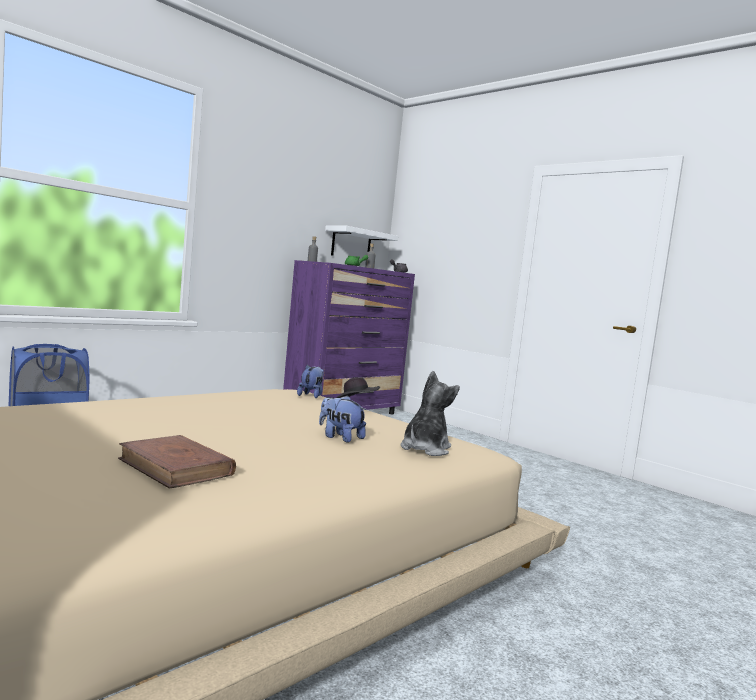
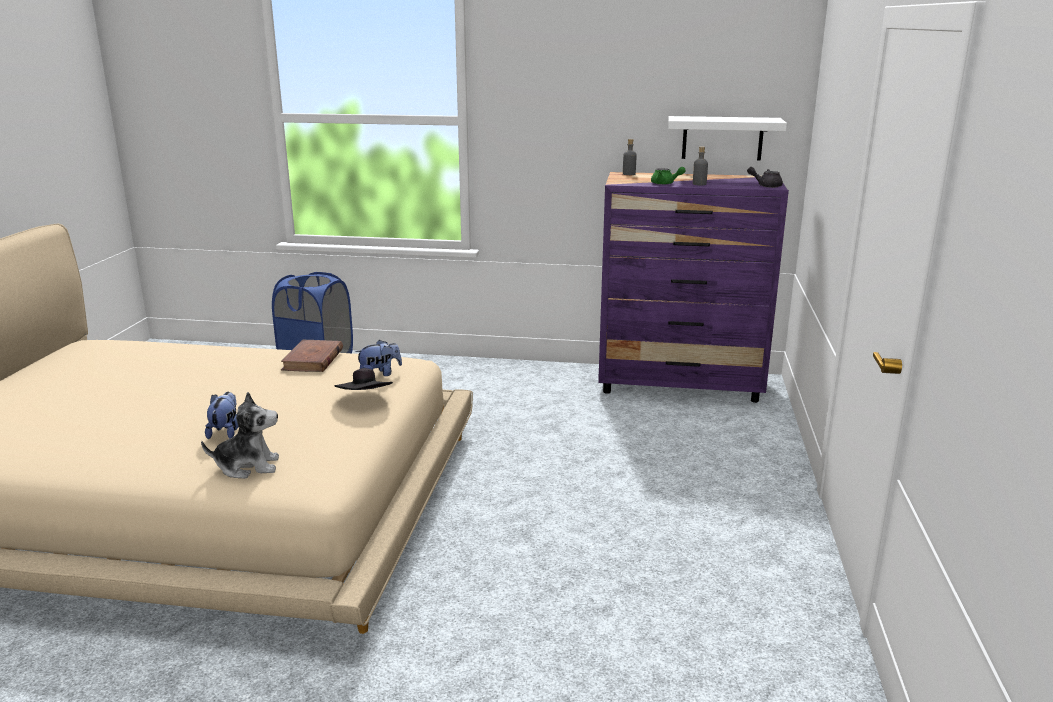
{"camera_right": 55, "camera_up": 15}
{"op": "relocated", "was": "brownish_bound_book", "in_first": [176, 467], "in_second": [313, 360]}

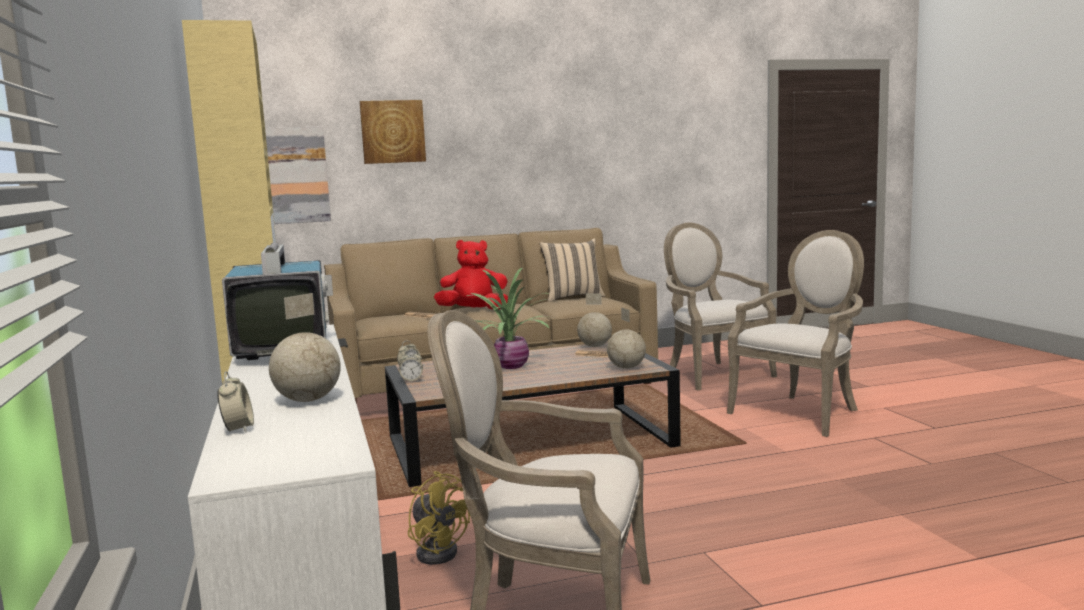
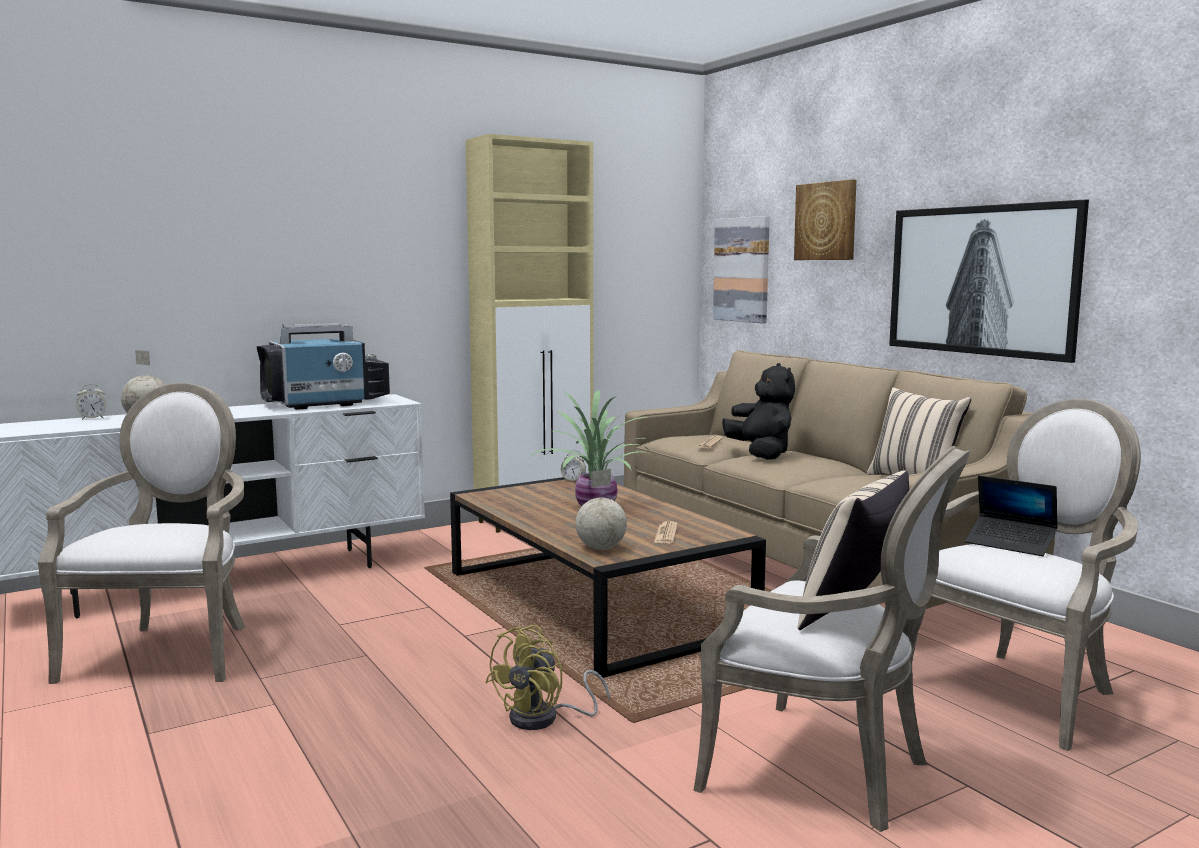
{"camera_right": 75, "camera_up": 0}
{"op": "colour", "was": "reddish_cuddly_toy", "now": "black_cuddly_toy", "in_first": [474, 310], "in_second": [761, 454]}
{"op": "missing", "was": "world_globe", "in_first": [595, 346]}
{"op": "missing", "was": "bedside_clock", "in_first": [412, 380]}
{"op": "relocated", "was": "yellow_electric_fan", "in_first": [439, 551], "in_second": [544, 719]}
{"op": "appeared", "now": "wall_picture", "in_second": [980, 280]}
{"op": "appeared", "now": "beige-coloured_throw_pillow", "in_second": [854, 613]}
{"op": "appeared", "now": "notebook_computer", "in_second": [1010, 544]}

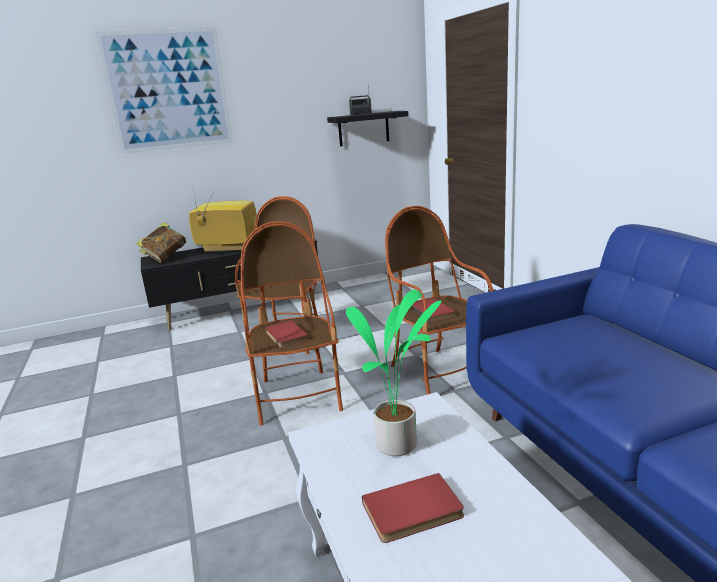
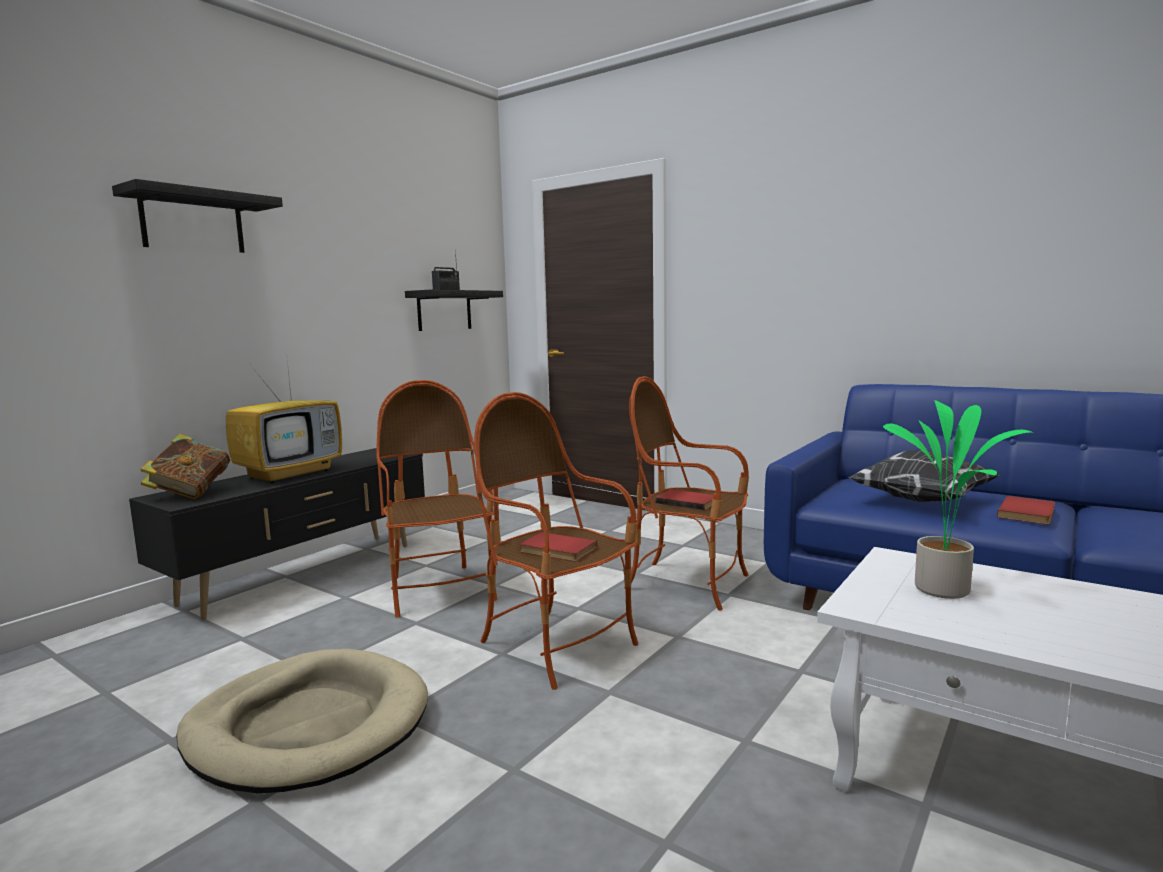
{"camera_right": -35, "camera_up": -10}
{"op": "exchanged", "was": "wall_picture", "now": "black_bracket_shelf", "in_first": [168, 90], "in_second": [193, 222]}
{"op": "spun", "was": "TV_set", "in_first": [227, 249], "in_second": [291, 474], "clockwise": 150}
{"op": "relocated", "was": "reddish_bound_book", "in_first": [414, 512], "in_second": [1029, 513]}
{"op": "appeared", "now": "throw_pillow", "in_second": [919, 501]}
{"op": "appeared", "now": "beige-coloured_dog_cushion", "in_second": [308, 726]}

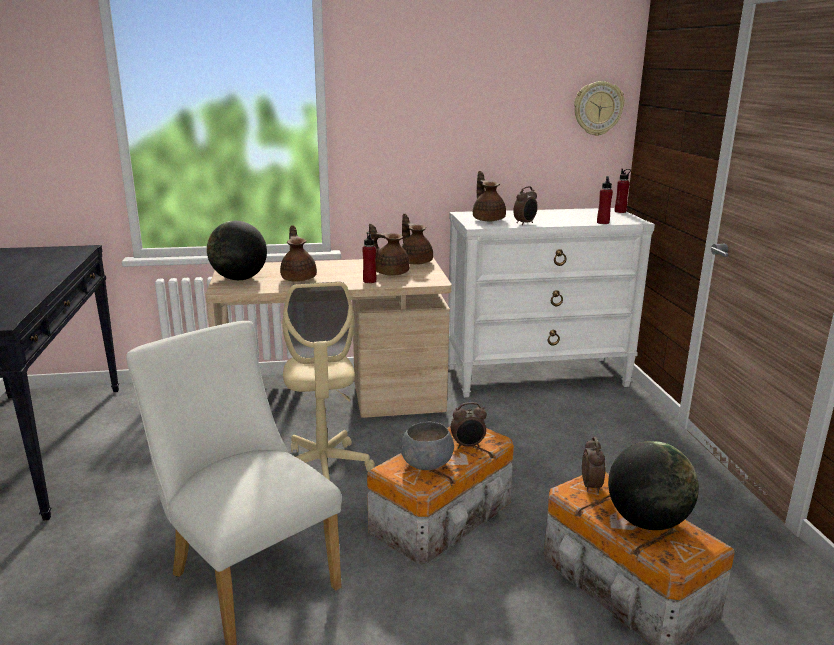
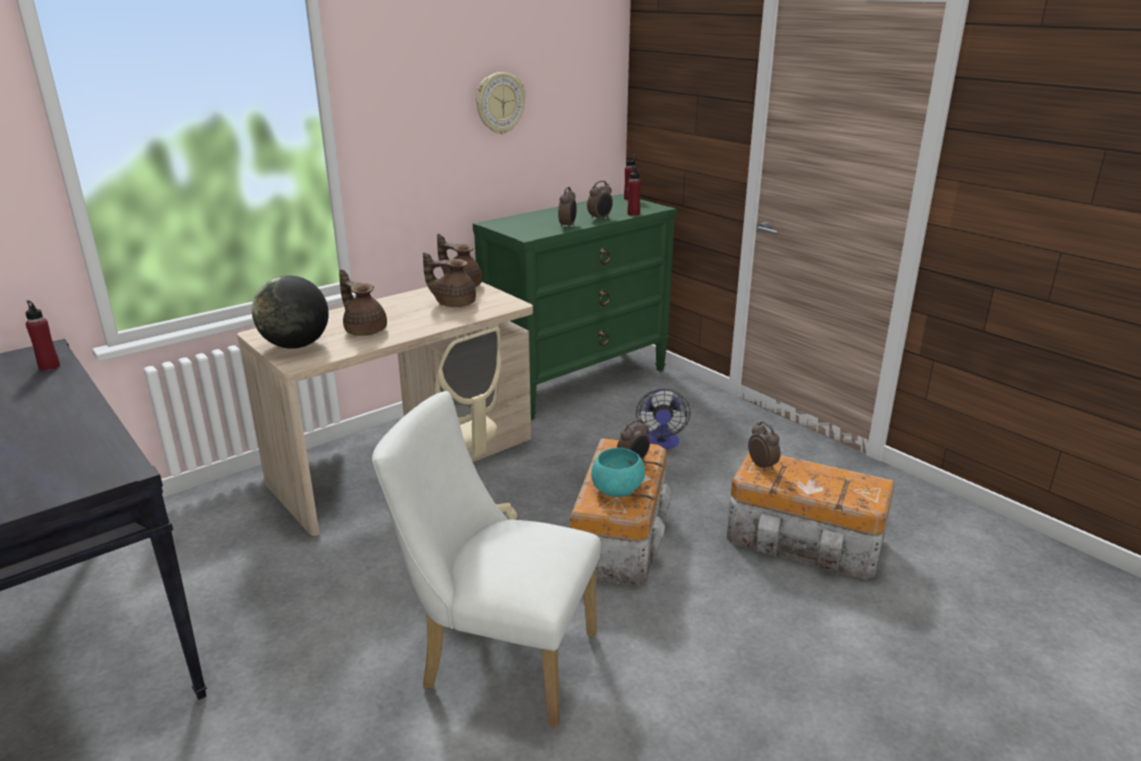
{"camera_right": -30, "camera_up": 5}
{"op": "relocated", "was": "hanging_clock", "in_first": [597, 108], "in_second": [499, 103]}
{"op": "missing", "was": "brownish_tea_pot", "in_first": [488, 219]}
{"op": "colour", "was": "white-coloured_dresser", "now": "green_dresser", "in_first": [537, 376], "in_second": [577, 380]}
{"op": "relocated", "was": "reddish_bottle", "in_first": [369, 281], "in_second": [49, 367]}
{"op": "colour", "was": "gray_serving_bowl", "now": "turquoise_serving_bowl", "in_first": [426, 463], "in_second": [616, 490]}
{"op": "missing", "was": "world_globe", "in_first": [647, 521]}
{"op": "appeared", "now": "bedside_clock", "in_second": [600, 219]}
{"op": "appeared", "now": "electric_fan", "in_second": [660, 444]}

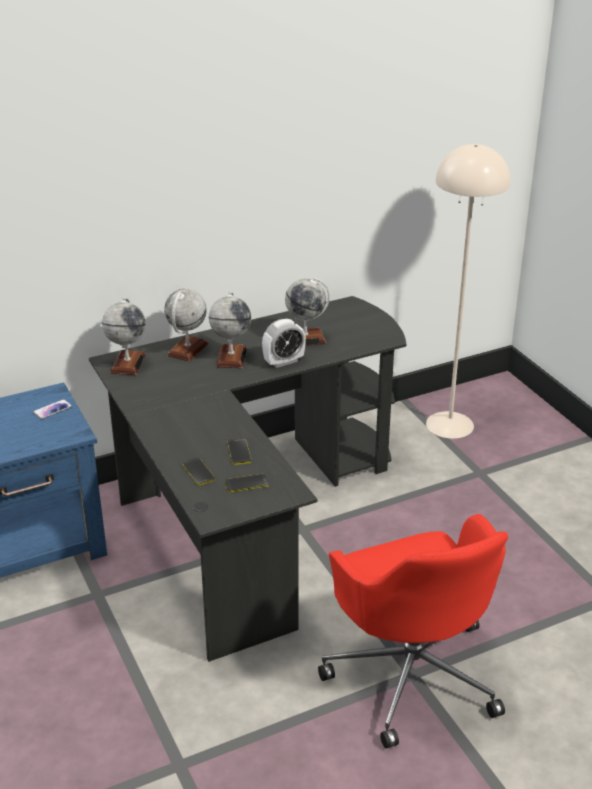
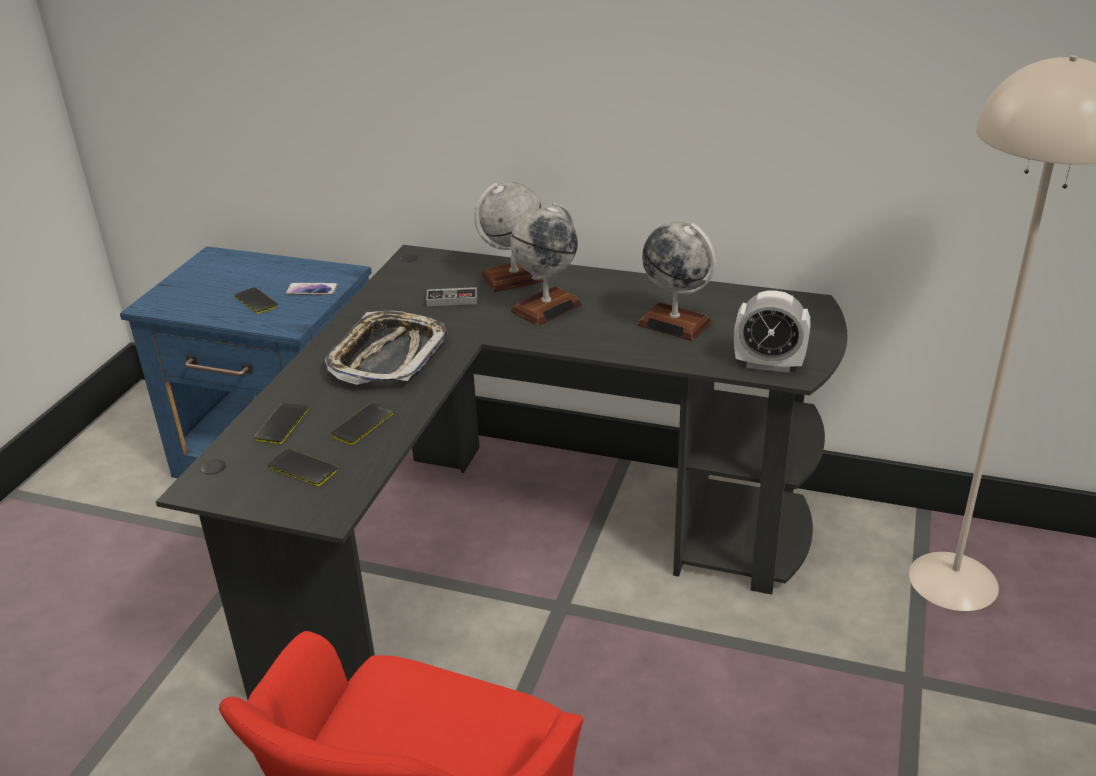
{"camera_right": 45, "camera_up": 0}
{"op": "missing", "was": "world_globe", "in_first": [127, 364]}
{"op": "relocated", "was": "bedside_clock", "in_first": [284, 362], "in_second": [768, 364]}
{"op": "appeared", "now": "handset", "in_second": [256, 301]}
{"op": "appeared", "now": "gamepad", "in_second": [452, 300]}
{"op": "appeared", "now": "carrying_tray", "in_second": [387, 356]}

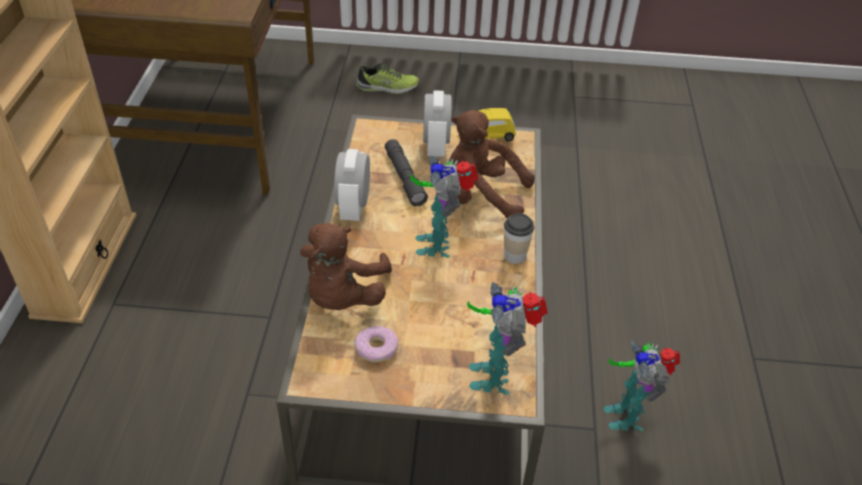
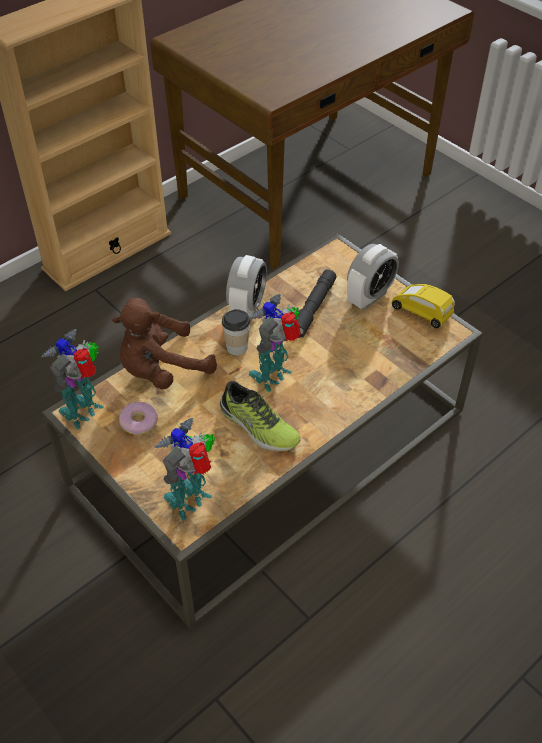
{"camera_right": 45, "camera_up": 5}
{"op": "relocated", "was": "item_of_footwear", "in_first": [387, 87], "in_second": [258, 427]}
{"op": "missing", "was": "brownish_cuddly_toy", "in_first": [481, 197]}
{"op": "spun", "was": "bedside_clock", "in_first": [353, 208], "in_second": [247, 309], "clockwise": 150}
{"op": "relocated", "was": "small_cup", "in_first": [515, 255], "in_second": [237, 347]}
{"op": "relocated", "was": "toy_robot", "in_first": [627, 414], "in_second": [85, 411]}

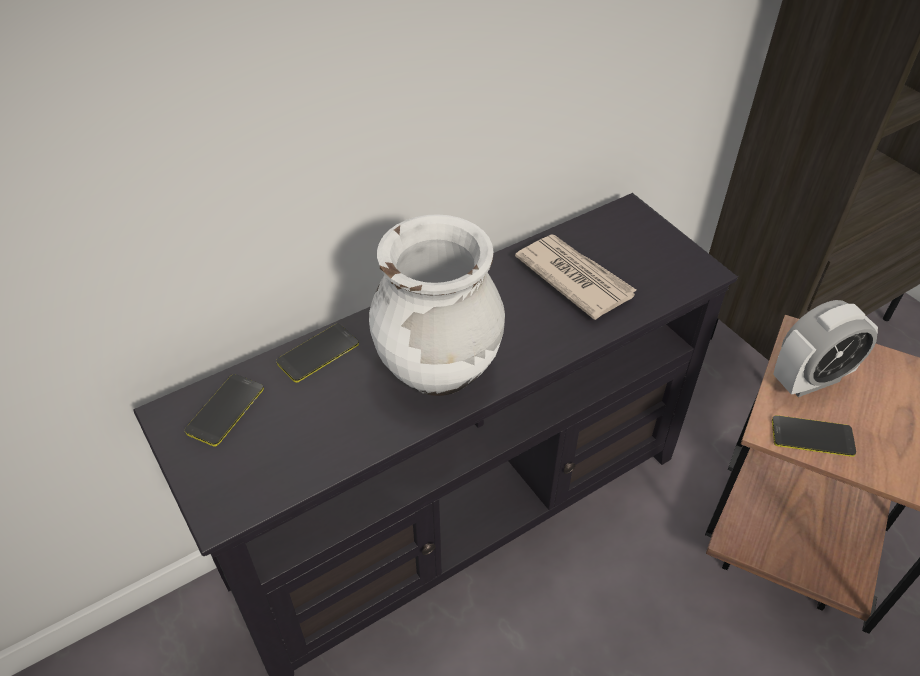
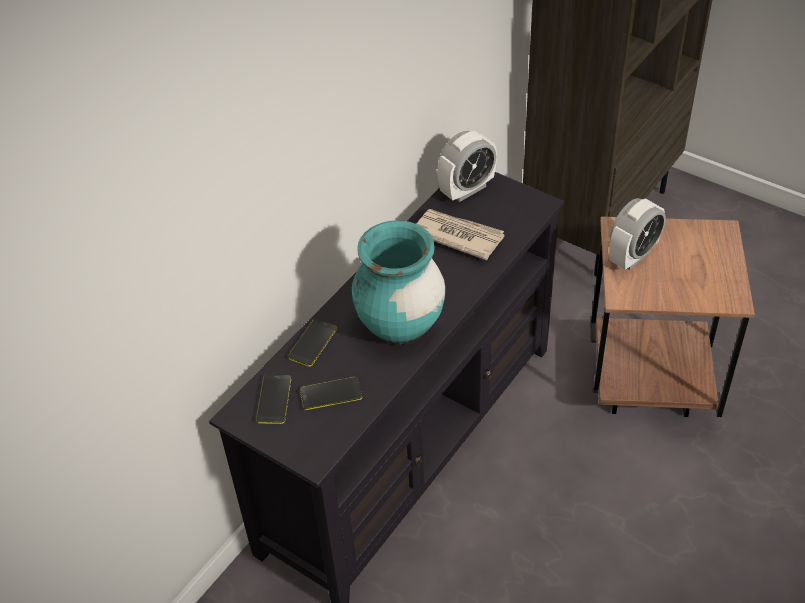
{"camera_right": -20, "camera_up": 0}
{"op": "colour", "was": "white-coloured_vase", "now": "turquoise_vase", "in_first": [438, 370], "in_second": [400, 326]}
{"op": "relocated", "was": "handset", "in_first": [812, 437], "in_second": [331, 394]}
{"op": "appeared", "now": "bedside_clock", "in_second": [467, 189]}

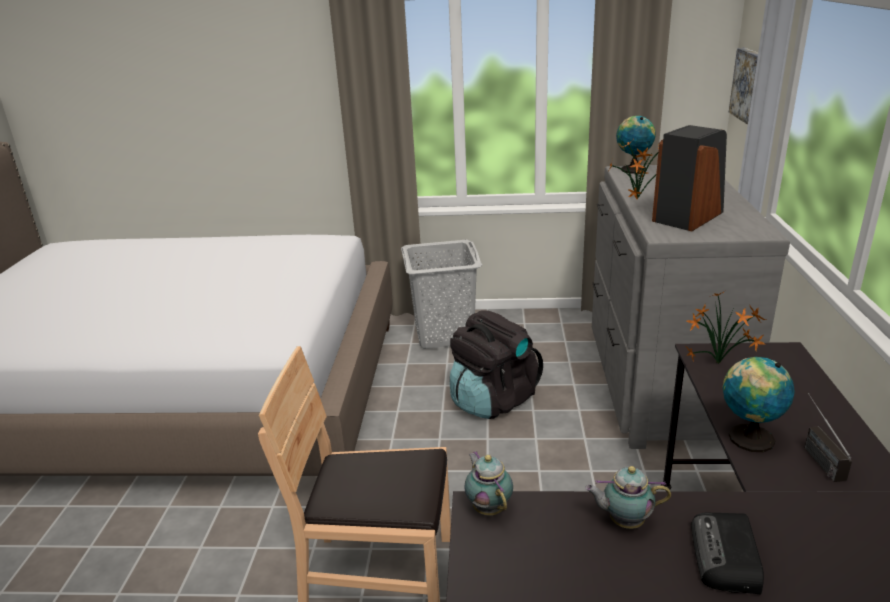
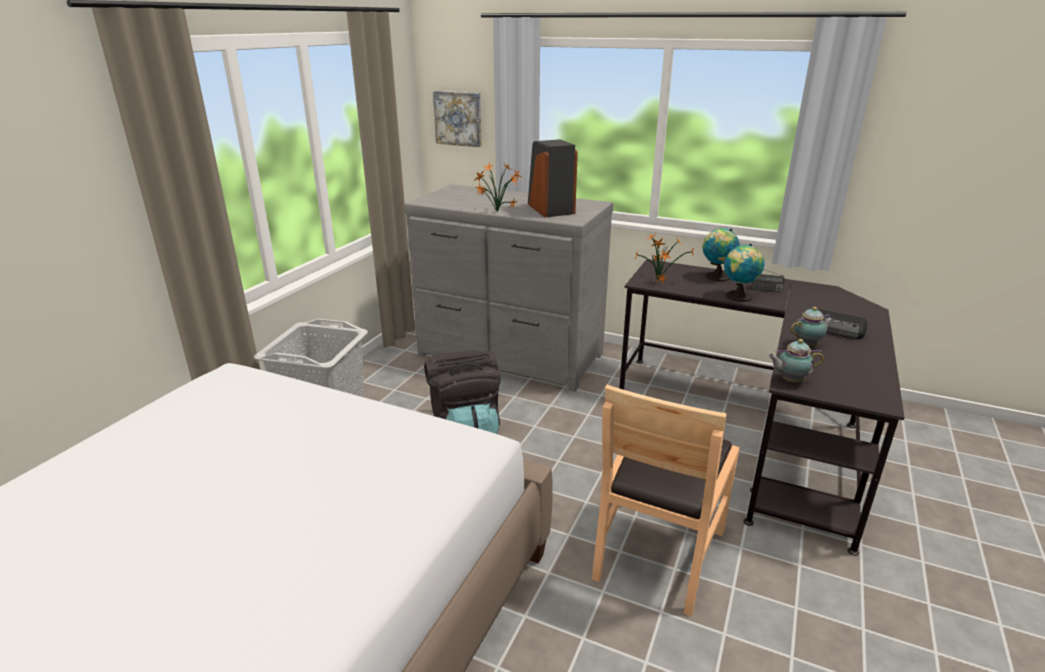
{"camera_right": -70, "camera_up": 0}
{"op": "relocated", "was": "world_globe", "in_first": [632, 169], "in_second": [716, 277]}
{"op": "spun", "was": "tea_pot", "in_first": [624, 521], "in_second": [808, 345], "clockwise": -135}

